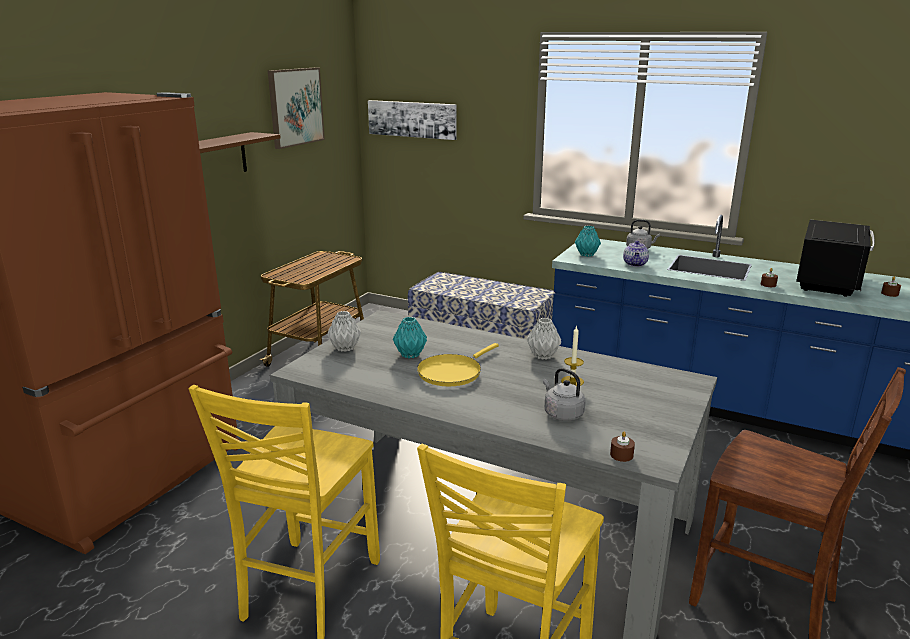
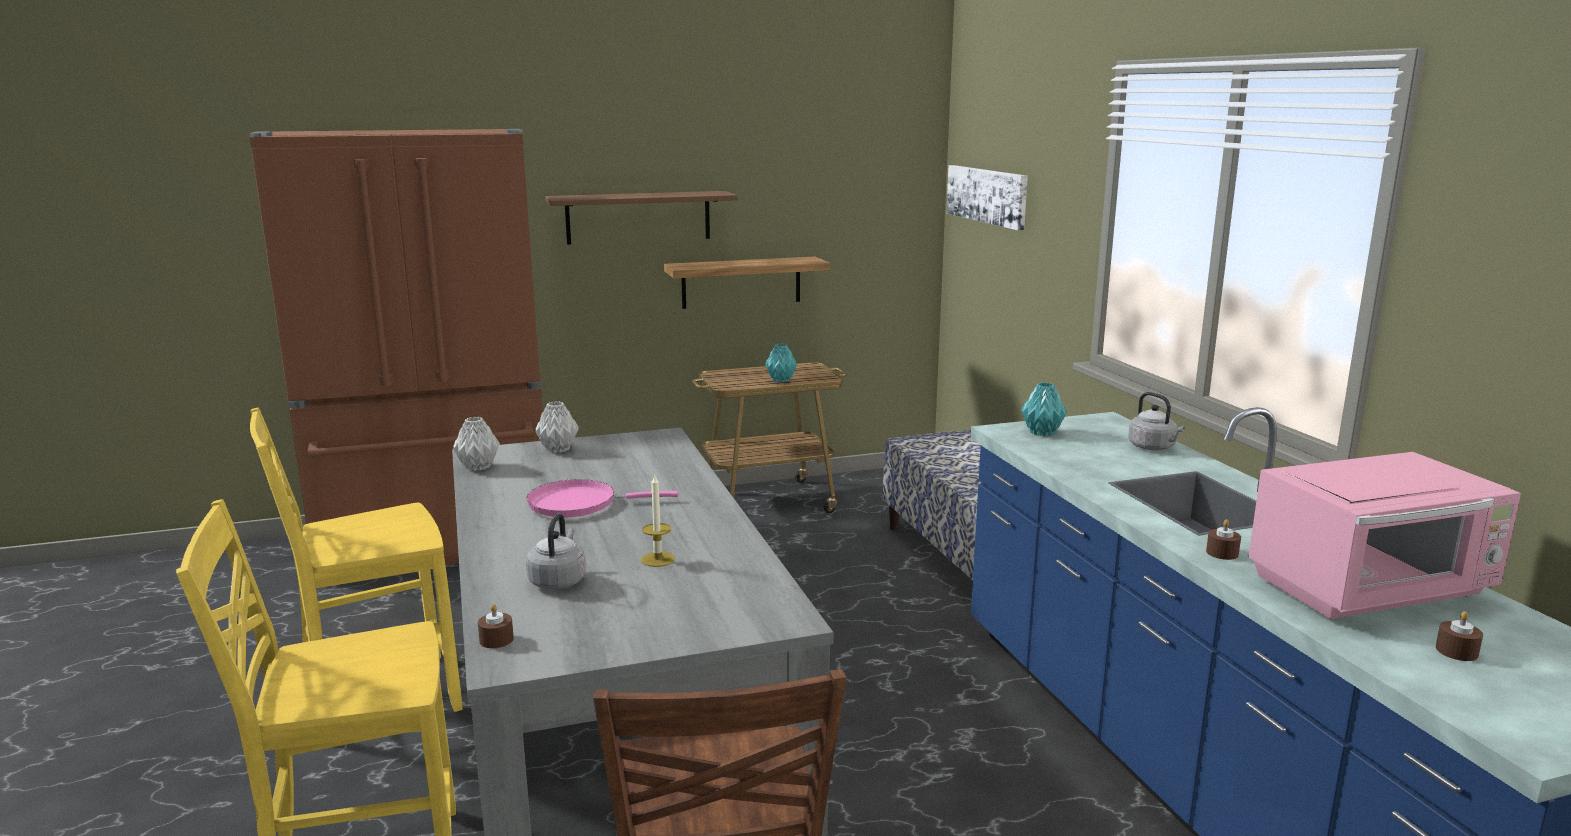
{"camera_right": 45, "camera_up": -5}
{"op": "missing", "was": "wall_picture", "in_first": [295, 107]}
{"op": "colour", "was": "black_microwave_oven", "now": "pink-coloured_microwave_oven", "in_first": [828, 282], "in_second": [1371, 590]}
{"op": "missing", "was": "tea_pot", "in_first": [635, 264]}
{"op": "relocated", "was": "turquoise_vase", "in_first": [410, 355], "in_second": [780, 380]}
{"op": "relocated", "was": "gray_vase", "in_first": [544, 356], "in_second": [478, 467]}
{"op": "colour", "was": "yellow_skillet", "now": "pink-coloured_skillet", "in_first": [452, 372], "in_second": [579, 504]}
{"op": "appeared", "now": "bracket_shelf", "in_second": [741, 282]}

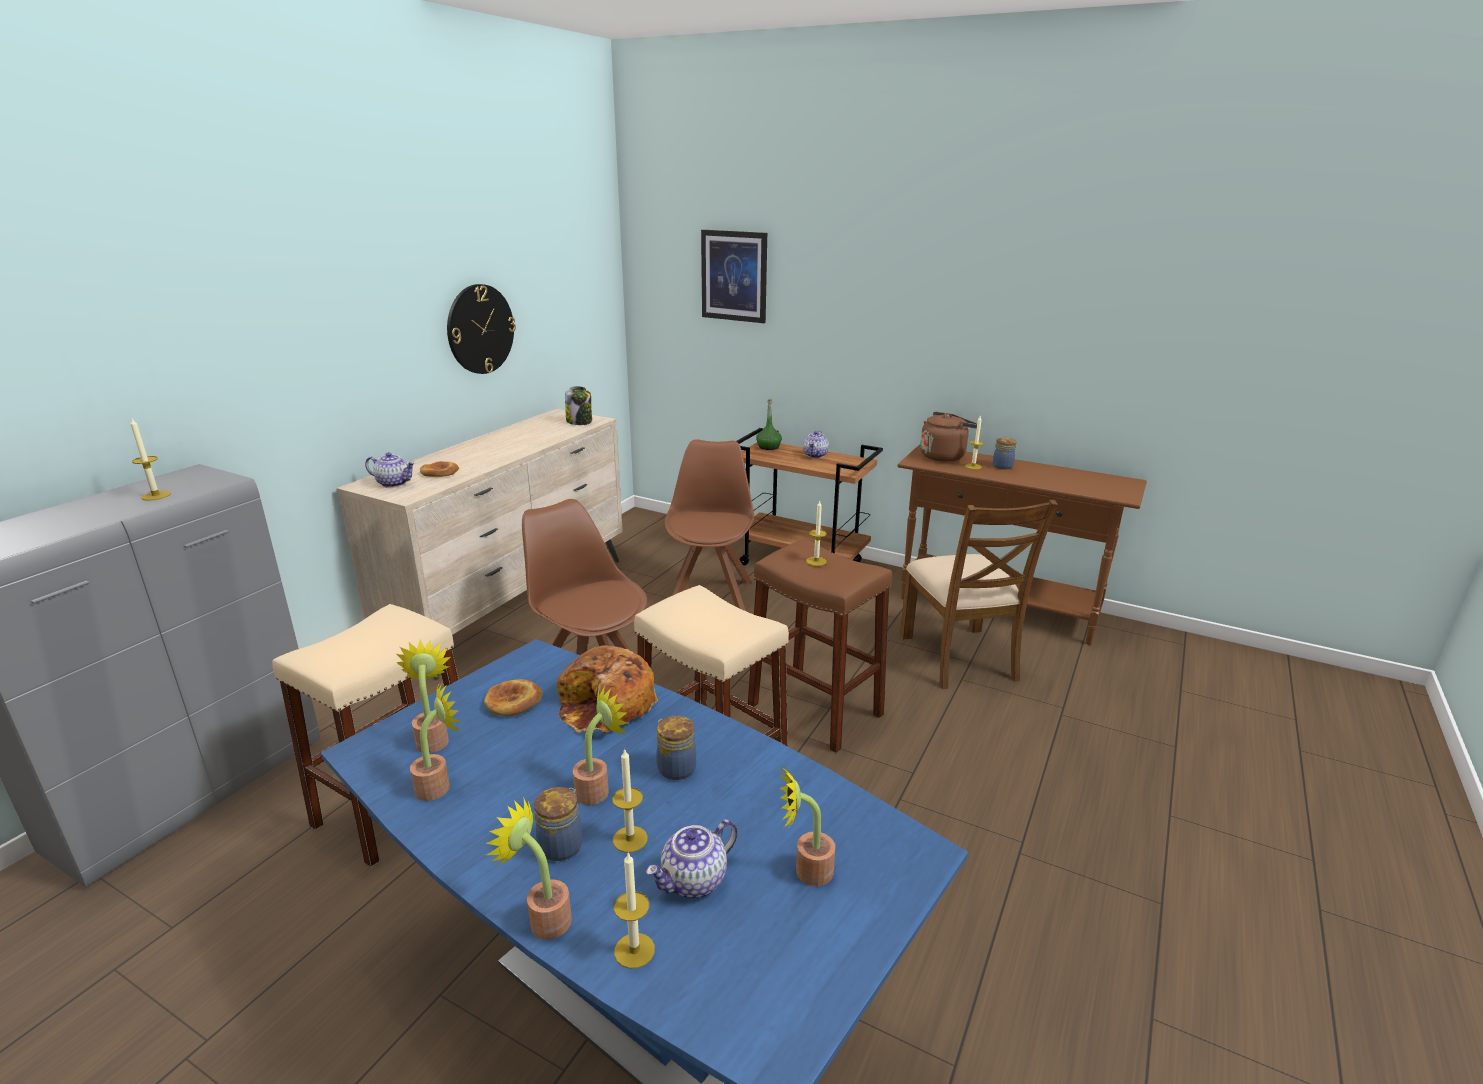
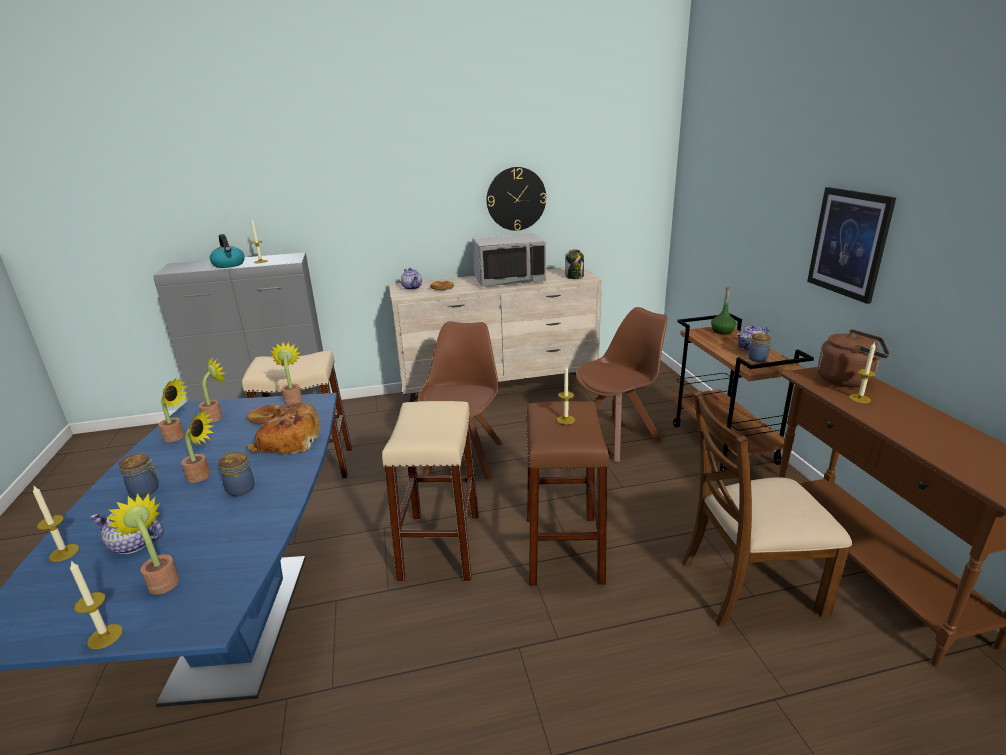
{"camera_right": 50, "camera_up": 0}
{"op": "relocated", "was": "wall_picture", "in_first": [734, 276], "in_second": [849, 243]}
{"op": "relocated", "was": "storage_jar", "in_first": [1003, 466], "in_second": [758, 359]}
{"op": "spun", "was": "brownish_upright_chair", "in_first": [959, 657], "in_second": [748, 585], "clockwise": 45}
{"op": "relocated", "was": "candle", "in_first": [630, 839], "in_second": [105, 636]}
{"op": "relocated", "was": "potted_plant", "in_first": [543, 919], "in_second": [293, 399]}
{"op": "appeared", "now": "gray_microwave_oven", "in_second": [509, 279]}
{"op": "appeared", "now": "tea_kettle", "in_second": [229, 265]}

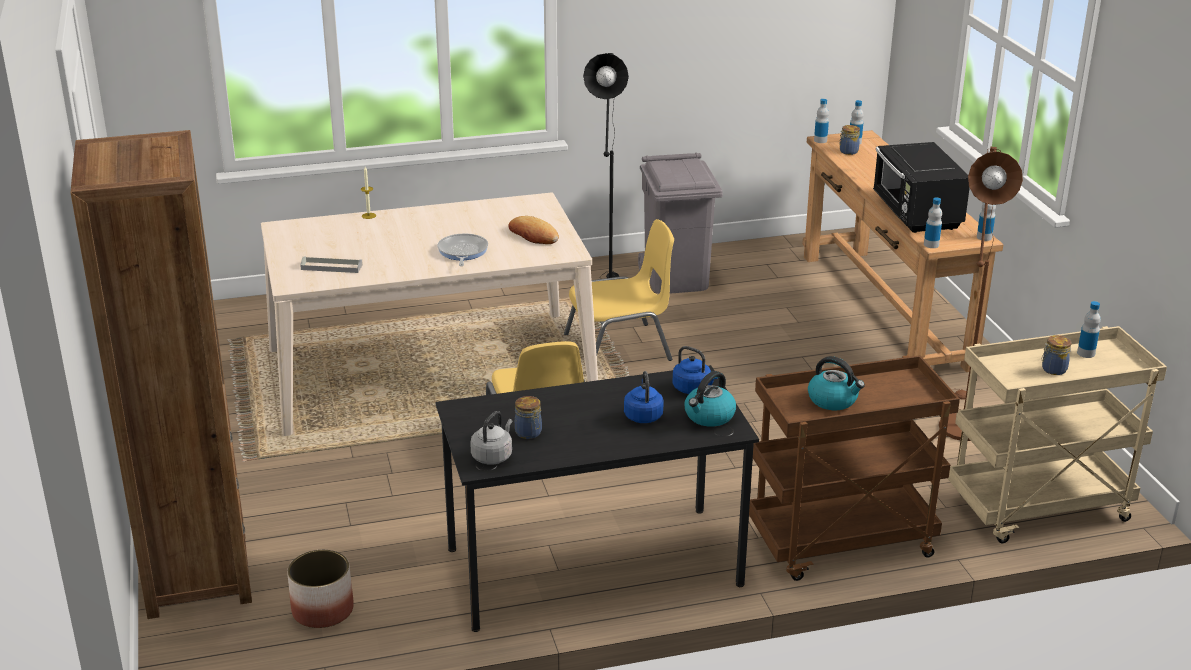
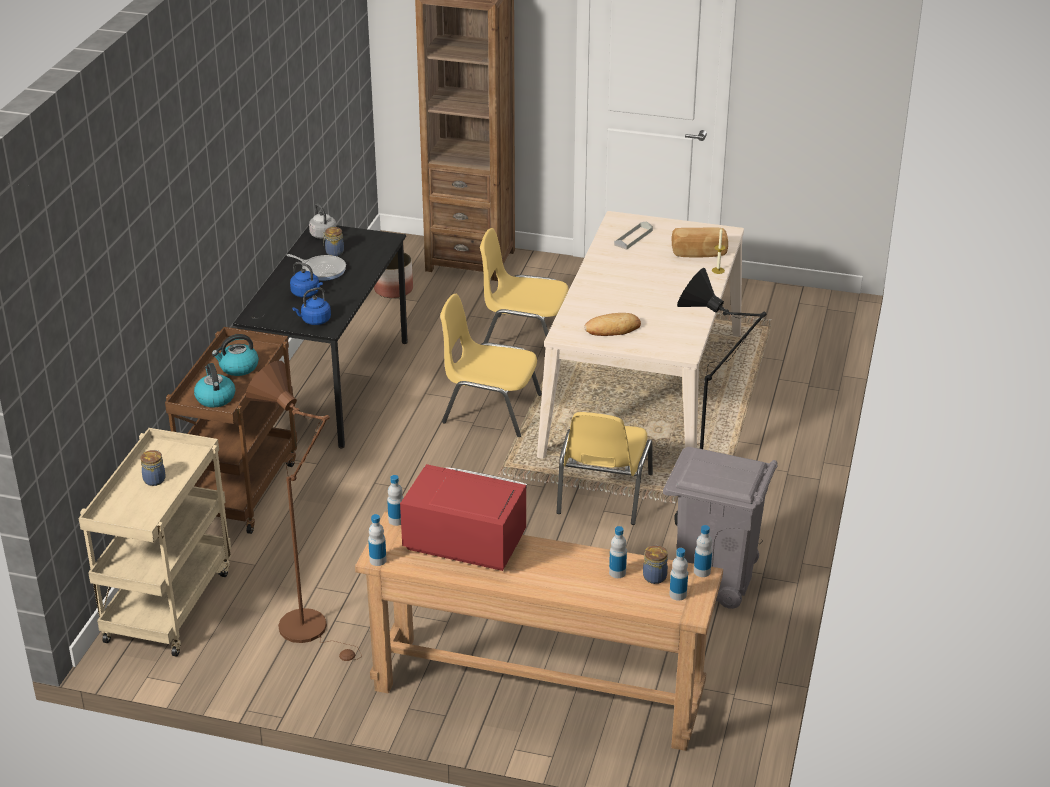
{"camera_right": 120, "camera_up": 5}
{"op": "colour", "was": "black_microwave_oven", "now": "reddish_microwave_oven", "in_first": [916, 214], "in_second": [464, 544]}
{"op": "relocated", "was": "skillet", "in_first": [462, 252], "in_second": [322, 270]}
{"op": "relocated", "was": "bottle", "in_first": [1086, 353], "in_second": [617, 572]}
{"op": "relocated", "was": "tea_kettle", "in_first": [709, 416], "in_second": [215, 398]}
{"op": "appeared", "now": "bakery_bread", "in_second": [699, 253]}
{"op": "appeared", "now": "yellow_upright_chair", "in_second": [525, 337]}

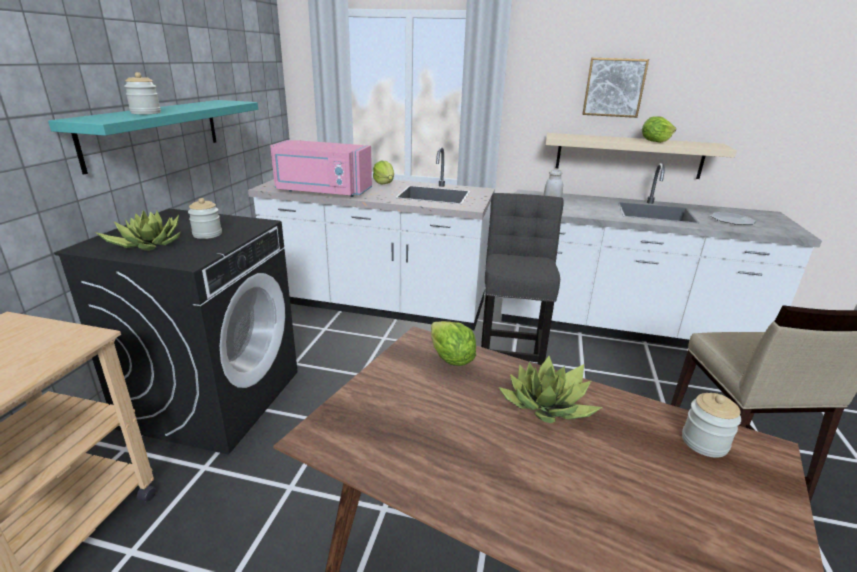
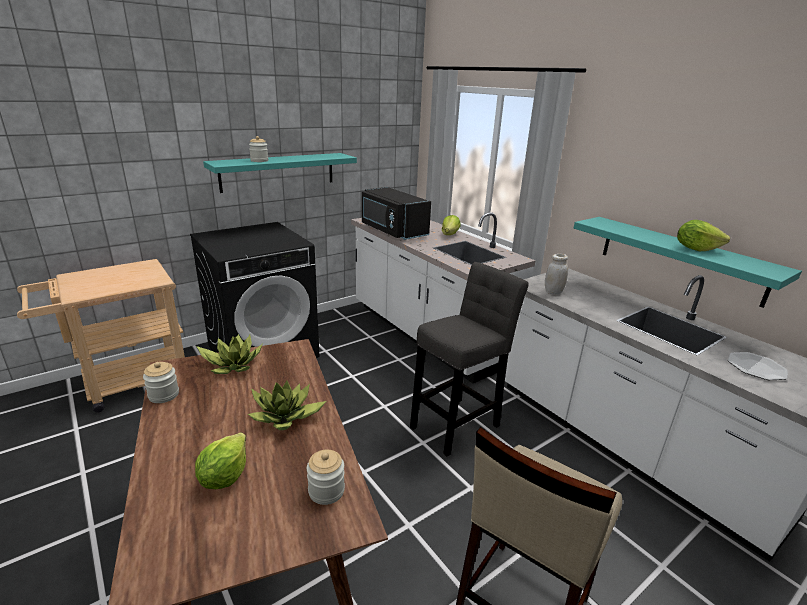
{"camera_right": 40, "camera_up": 0}
{"op": "missing", "was": "wall_picture", "in_first": [614, 87]}
{"op": "colour", "was": "beige-coloured_bracket_shelf", "now": "turquoise_bracket_shelf", "in_first": [628, 155], "in_second": [679, 259]}
{"op": "colour", "was": "pink-coloured_microwave_oven", "now": "black_microwave_oven", "in_first": [322, 191], "in_second": [392, 231]}
{"op": "relocated", "was": "storage_jar", "in_first": [207, 234], "in_second": [164, 395]}
{"op": "relocated", "was": "potted_plant", "in_first": [147, 244], "in_second": [233, 364]}
{"op": "relocated", "was": "lettuce_head", "in_first": [450, 359], "in_second": [224, 476]}

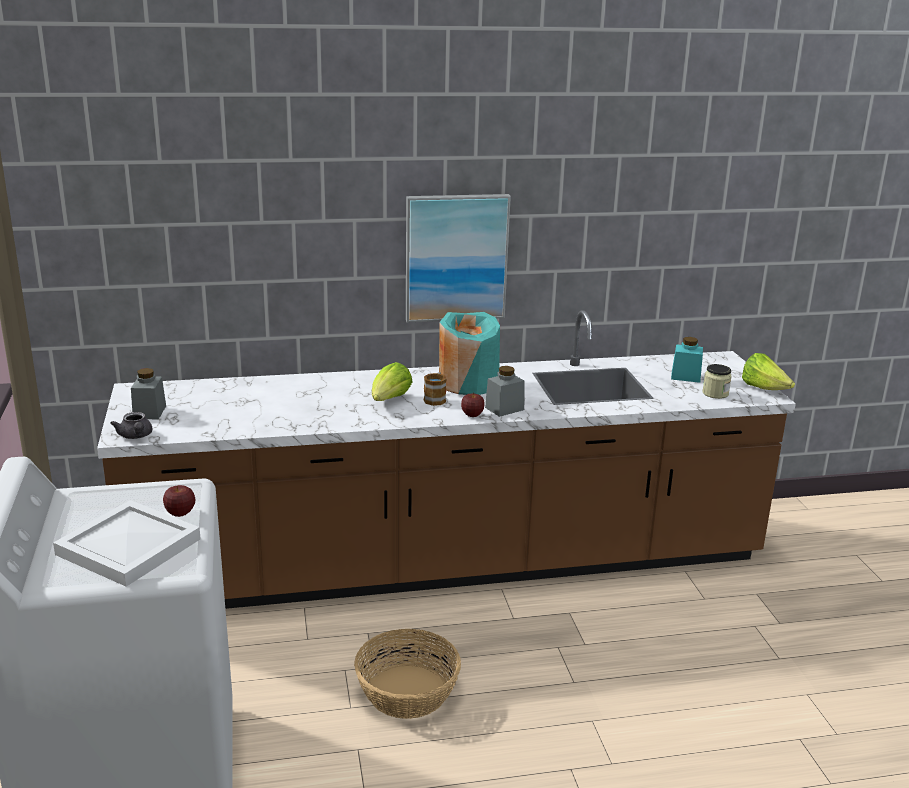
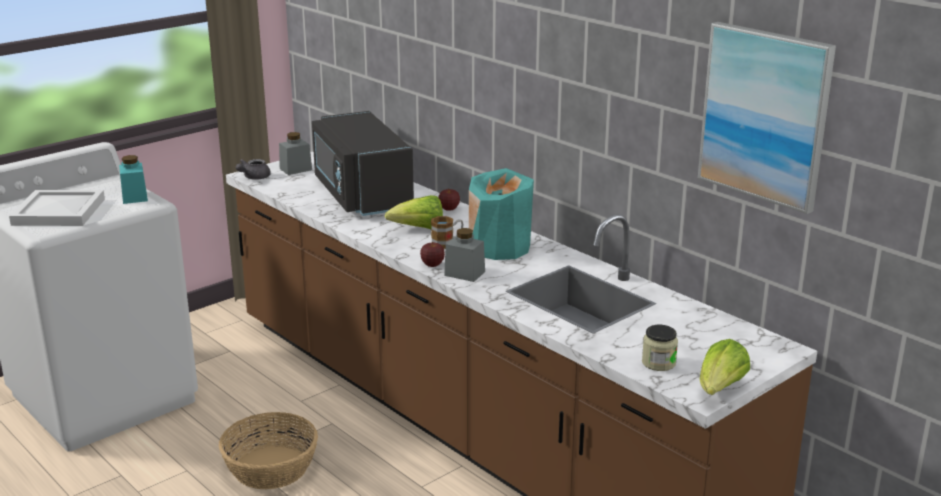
{"camera_right": 60, "camera_up": 0}
{"op": "relocated", "was": "wall_picture", "in_first": [456, 257], "in_second": [765, 115]}
{"op": "relocated", "was": "turquoise_storage_jar", "in_first": [685, 376], "in_second": [134, 197]}
{"op": "relocated", "was": "apple_fruit", "in_first": [180, 513], "in_second": [449, 209]}
{"op": "appeared", "now": "black_microwave_oven", "in_second": [360, 195]}

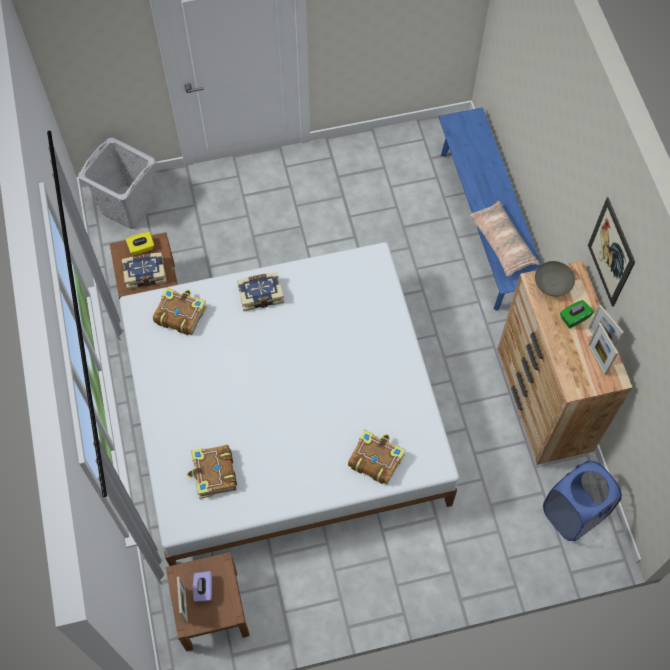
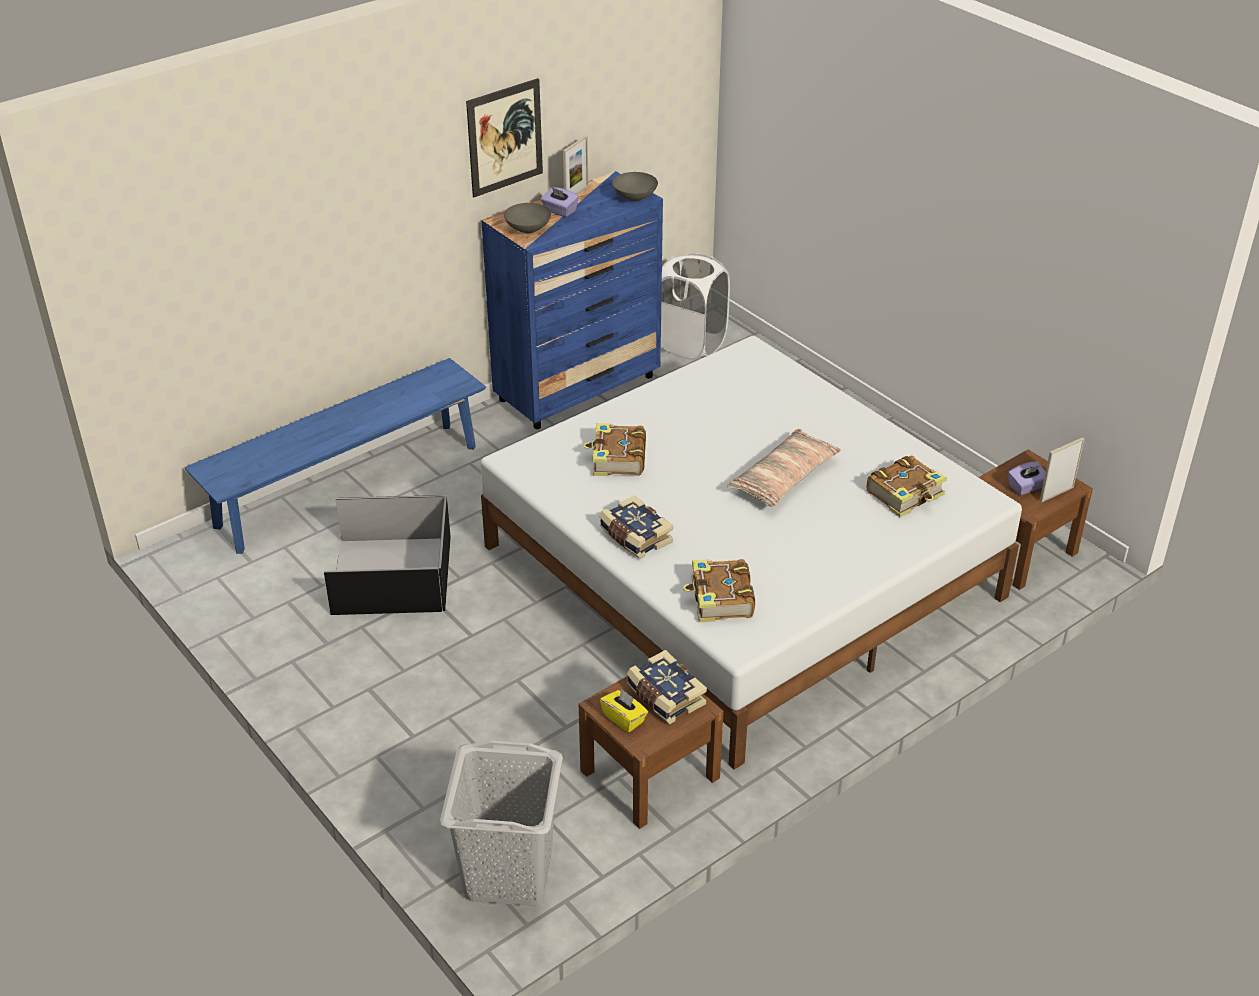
{"camera_right": -115, "camera_up": -25}
{"op": "relocated", "was": "throw_pillow", "in_first": [501, 243], "in_second": [784, 478]}
{"op": "colour", "was": "brownish_dresser", "now": "blue_dresser", "in_first": [542, 404], "in_second": [578, 388]}
{"op": "colour", "was": "green_box_of_tissues", "now": "purple-coloured_box_of_tissues", "in_first": [574, 318], "in_second": [559, 211]}
{"op": "missing", "was": "photo_frame", "in_first": [597, 359]}
{"op": "relocated", "was": "bound_book", "in_first": [375, 459], "in_second": [617, 459]}
{"op": "colour", "was": "blue_hamper", "now": "white-coloured_hamper", "in_first": [573, 513], "in_second": [691, 344]}
{"op": "appeared", "now": "gray_serving_bowl", "in_second": [635, 198]}
{"op": "appeared", "now": "black_storage_container", "in_second": [391, 573]}

